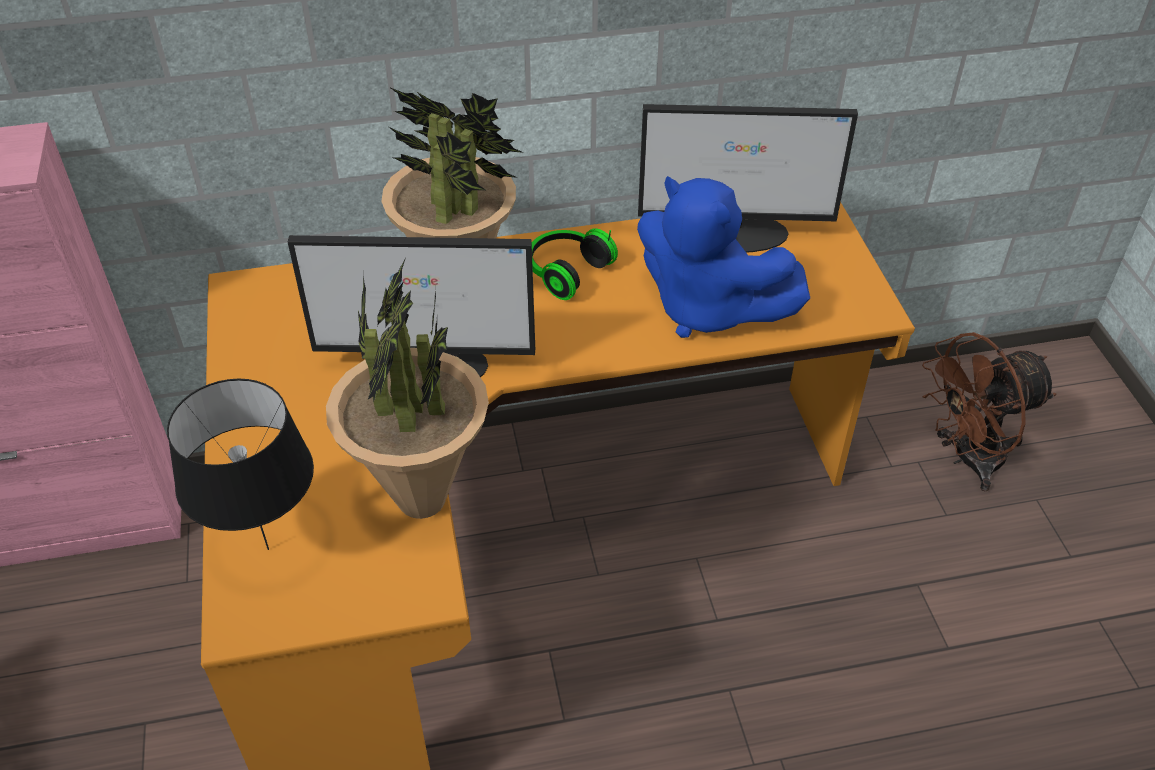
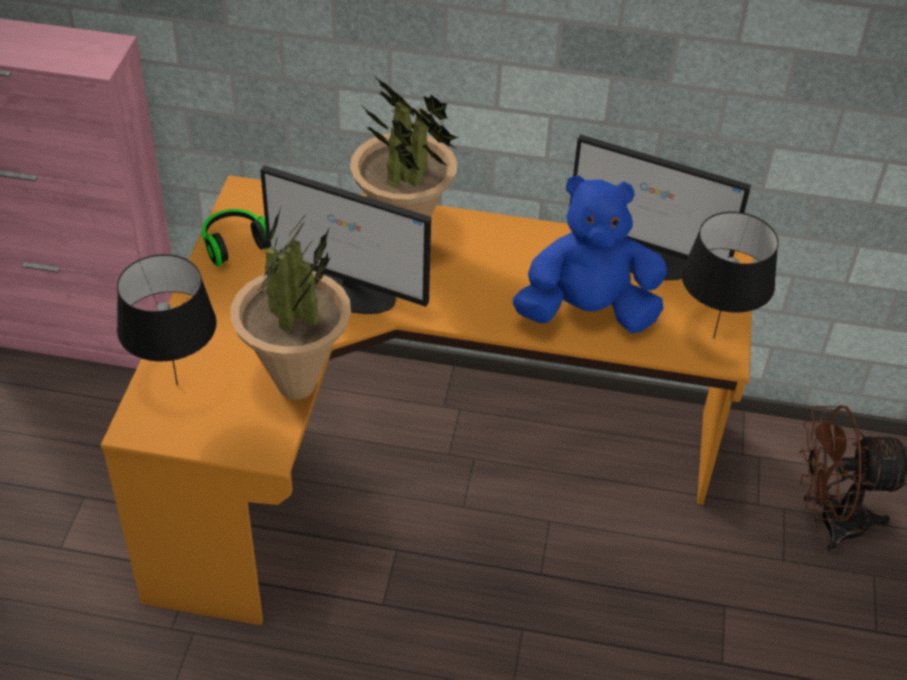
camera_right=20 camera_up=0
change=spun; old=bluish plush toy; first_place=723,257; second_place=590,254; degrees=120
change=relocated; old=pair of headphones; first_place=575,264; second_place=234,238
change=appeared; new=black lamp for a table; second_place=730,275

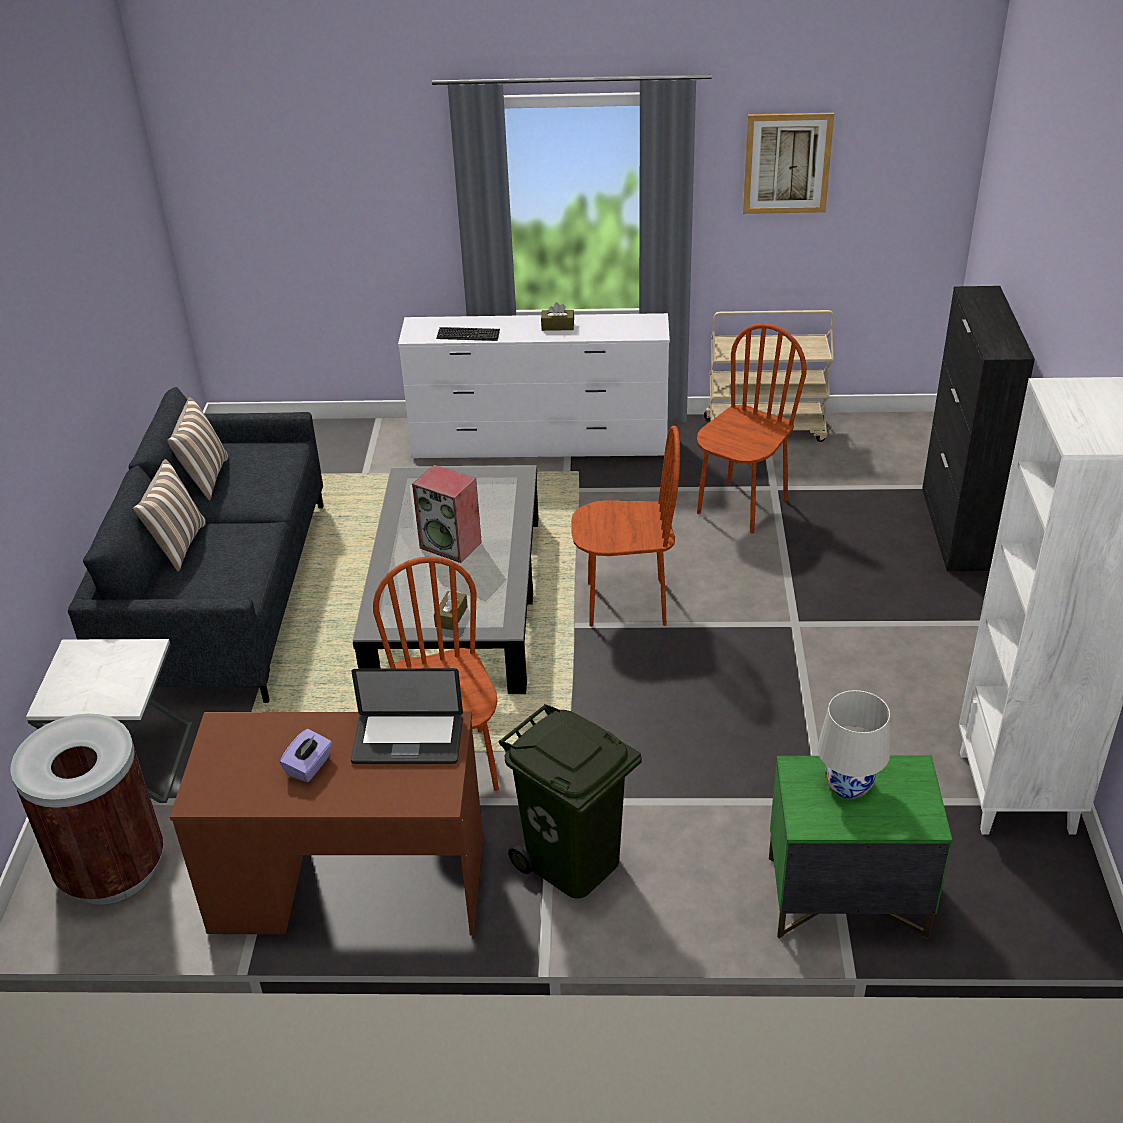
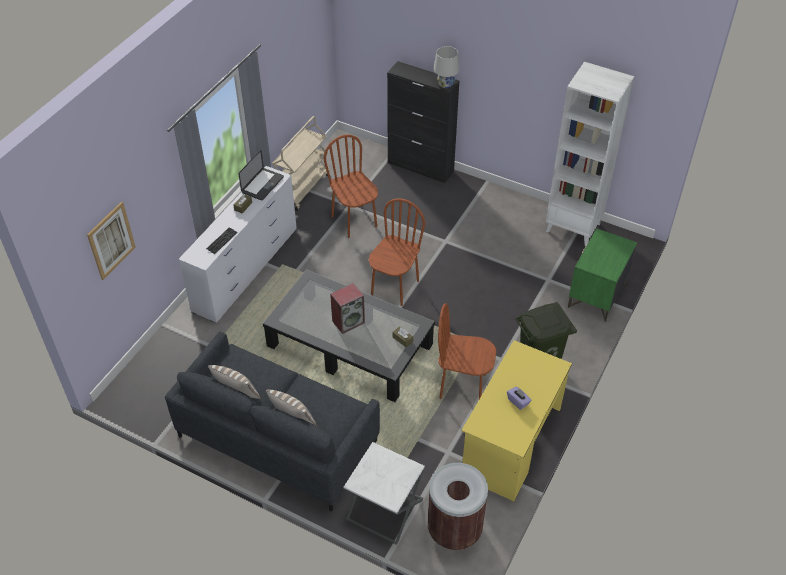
camera_right=-65 camera_up=10
change=relocated; old=picture; first_place=788,163; second_place=111,241
change=relocated; old=laptop; first_place=407,716; second_place=261,175
change=relocated; old=white-coloured lamp for a table; first_place=853,744; second_place=446,67
change=colour; old=brown desk; new=yellow-coloured desk; first_place=326,823; second_place=516,420

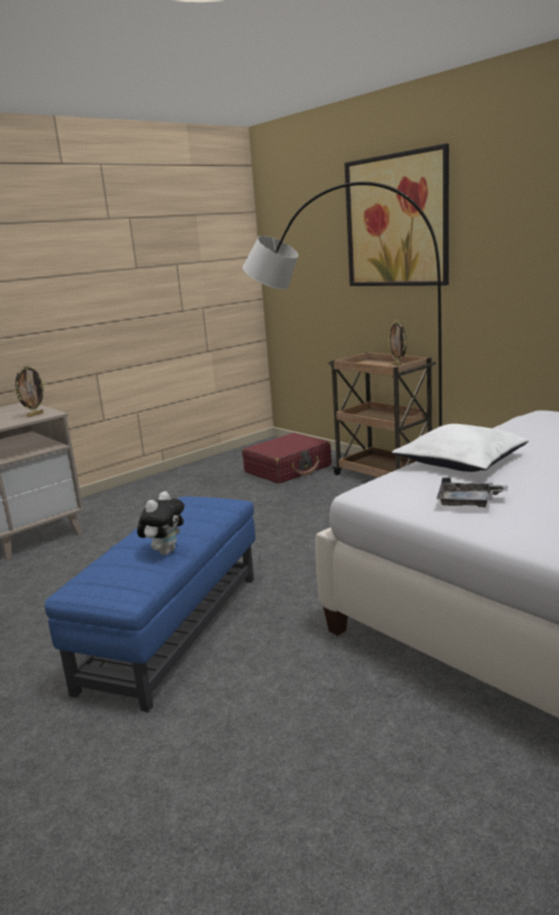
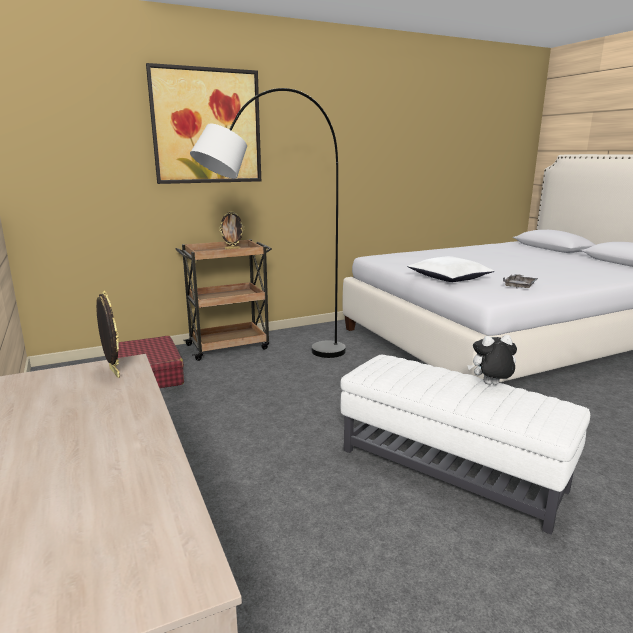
camera_right=-75 camera_up=0
change=spun; old=plush toy; first_place=160,523; second_place=492,360; degrees=-45
change=colour; old=bluish pouffe; new=white-coloured pouffe; first_place=150,604; second_place=465,444

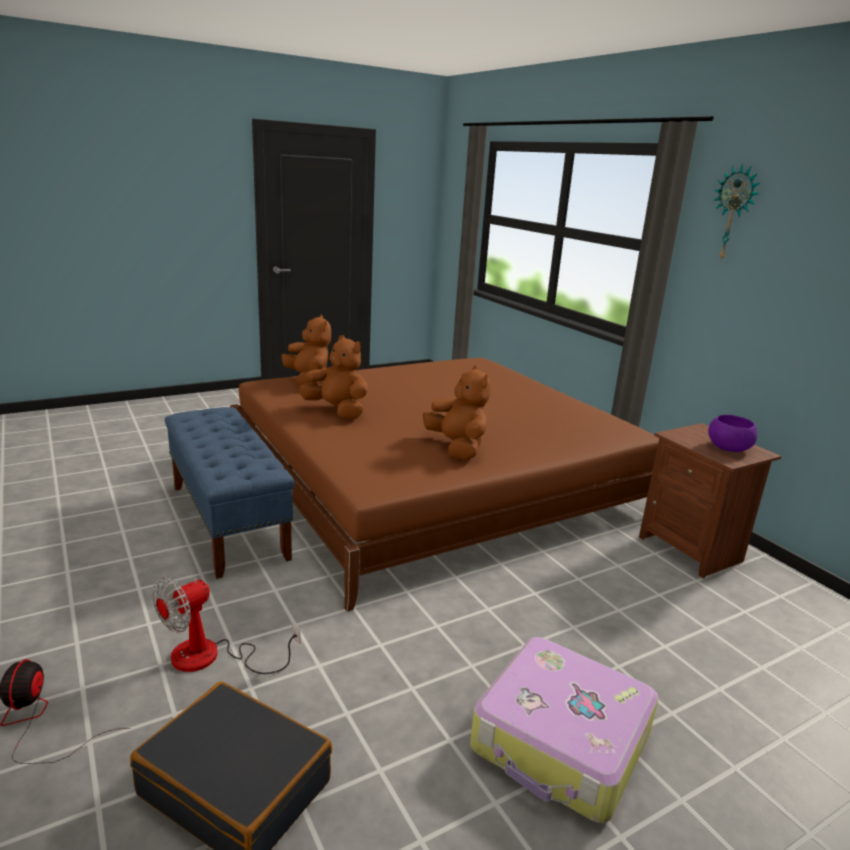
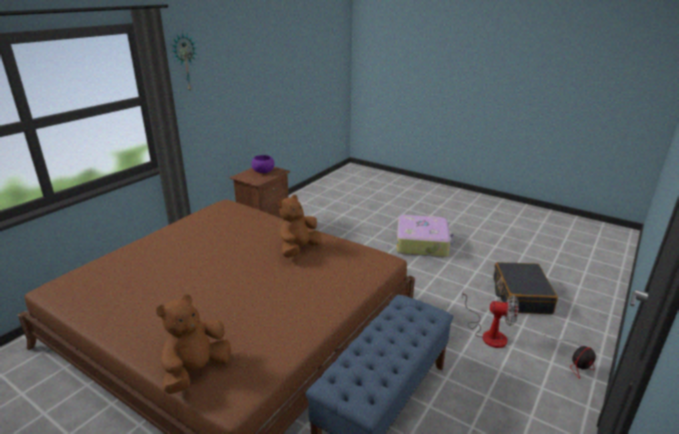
camera_right=-115 camera_up=5
change=missing; old=brown plush toy; first_place=333,377

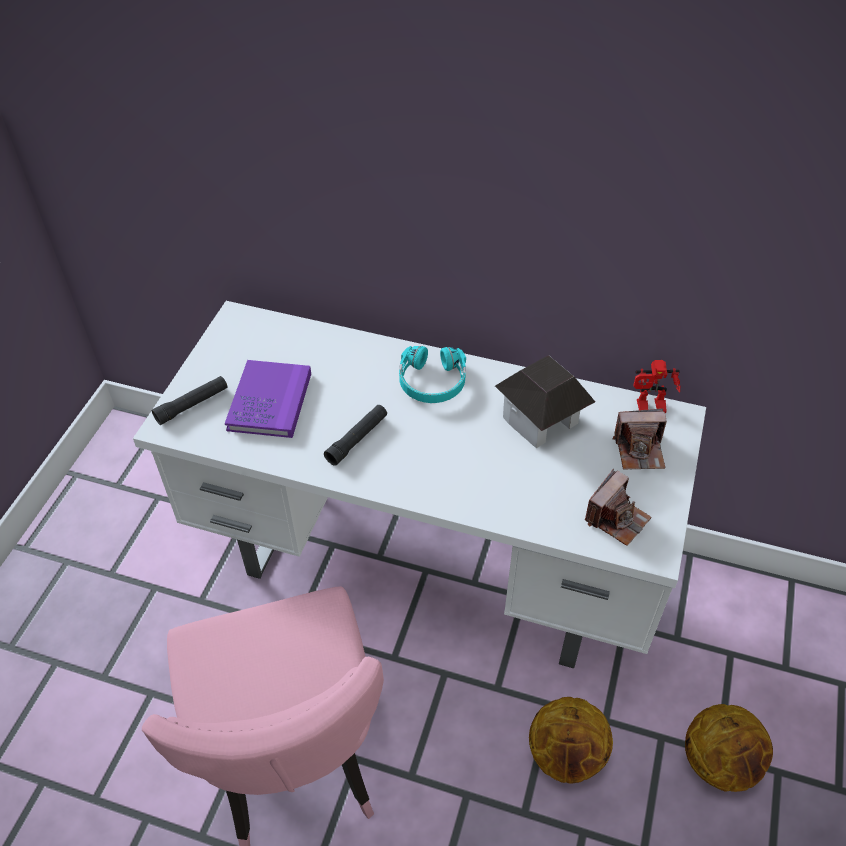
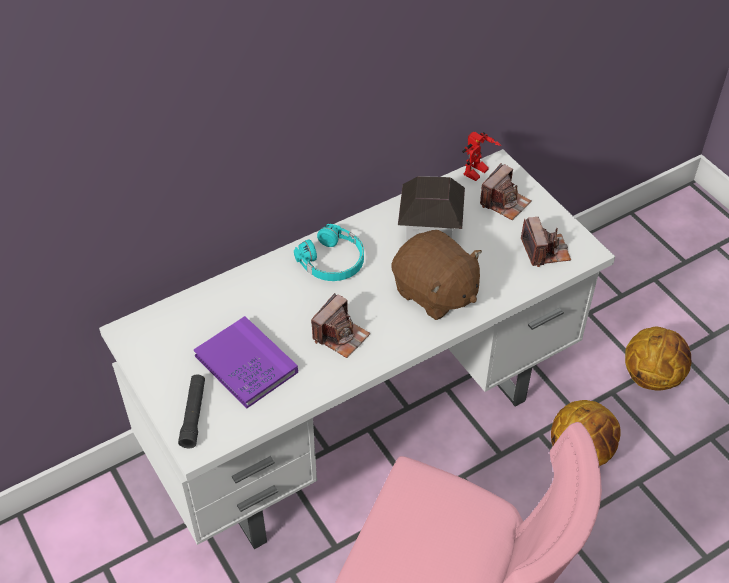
camera_right=-50 camera_up=0
change=exchanged; old=black torch; new=photo camera; first_place=355,435; second_place=340,325
change=appeared; new=brown plush toy; second_place=436,275

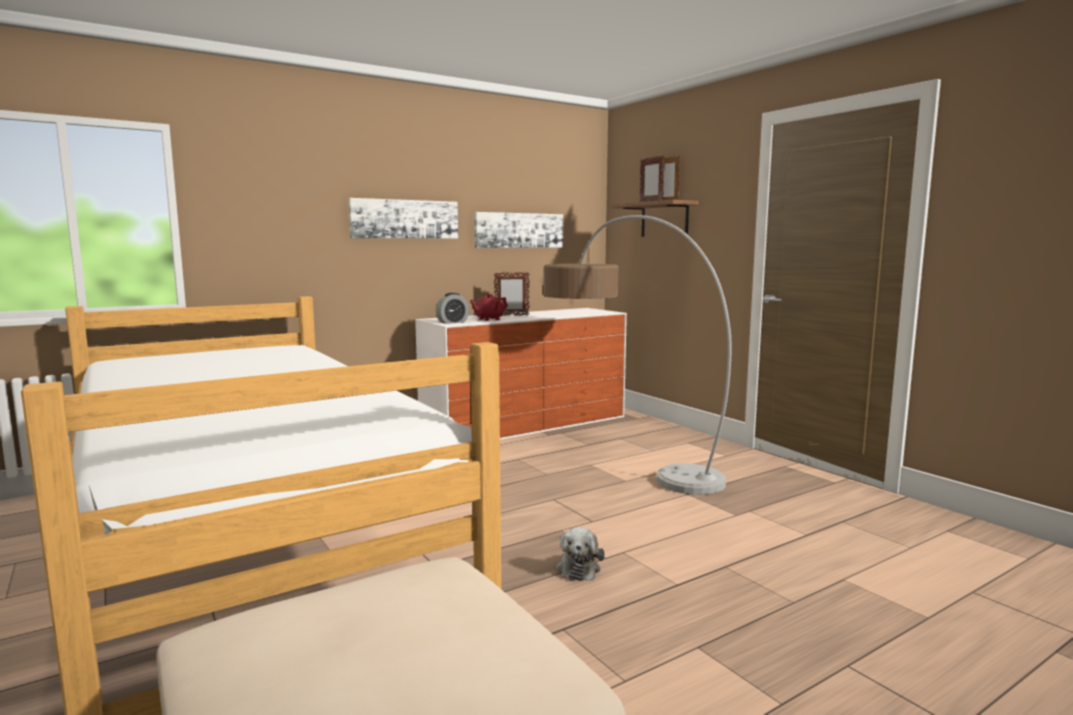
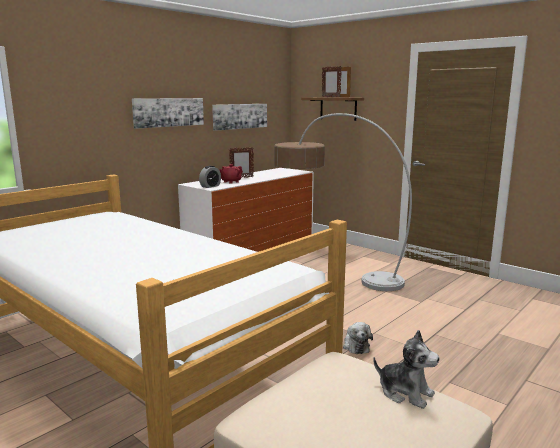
camera_right=-15 camera_up=5
change=appeared; new=plush toy; second_place=406,369

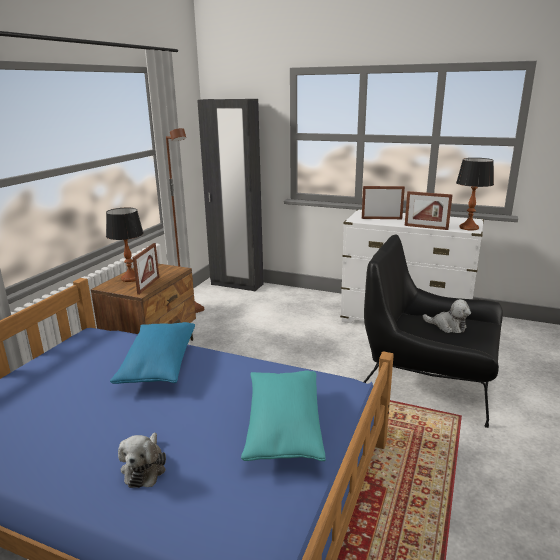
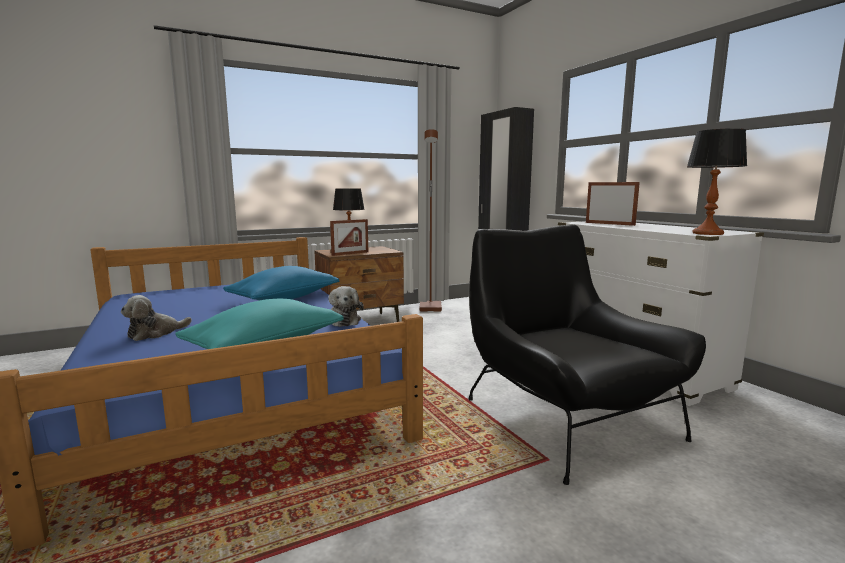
camera_right=40 camera_up=-10
change=missing; old=picture frame; first_place=429,210
change=relocated; old=plush toy; first_place=447,316; second_place=346,306

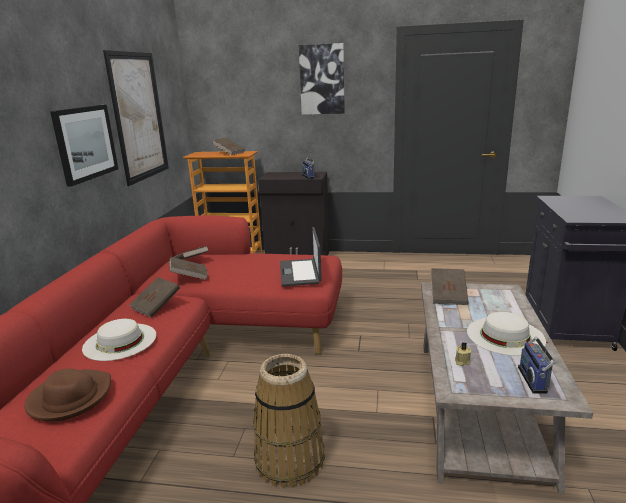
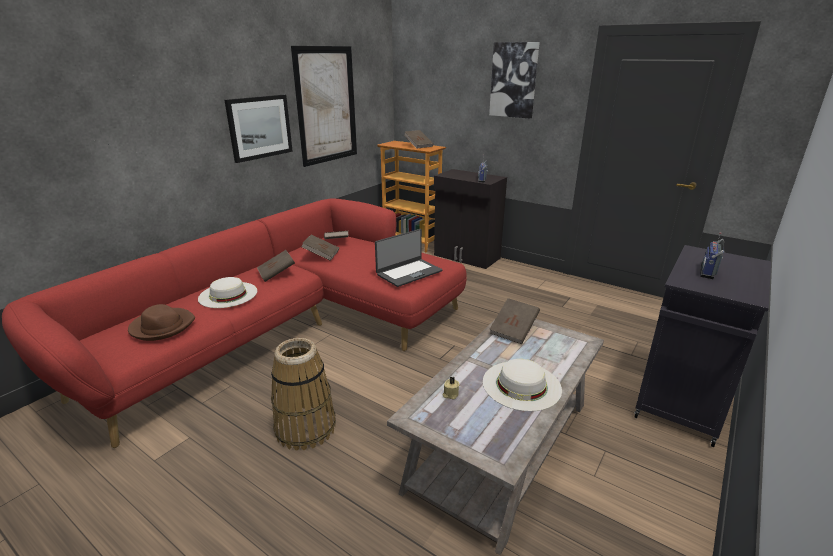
camera_right=25 camera_up=5
change=spun; old=laptop; first_place=301,256; second_place=408,258; degrees=-150
change=relocated; old=radio receiver; first_place=536,365; second_place=712,255

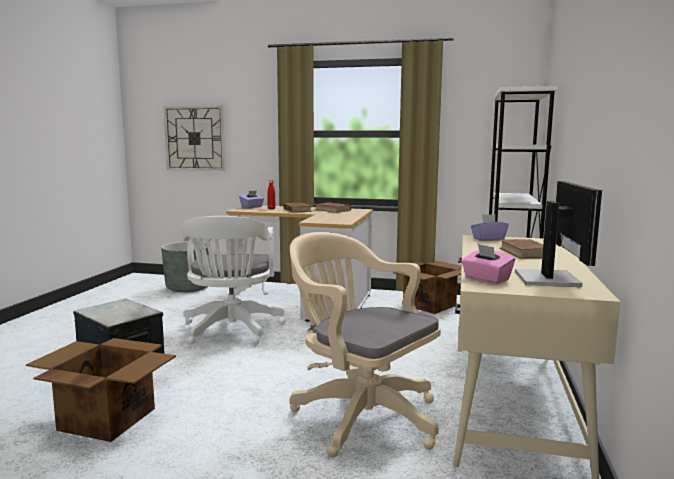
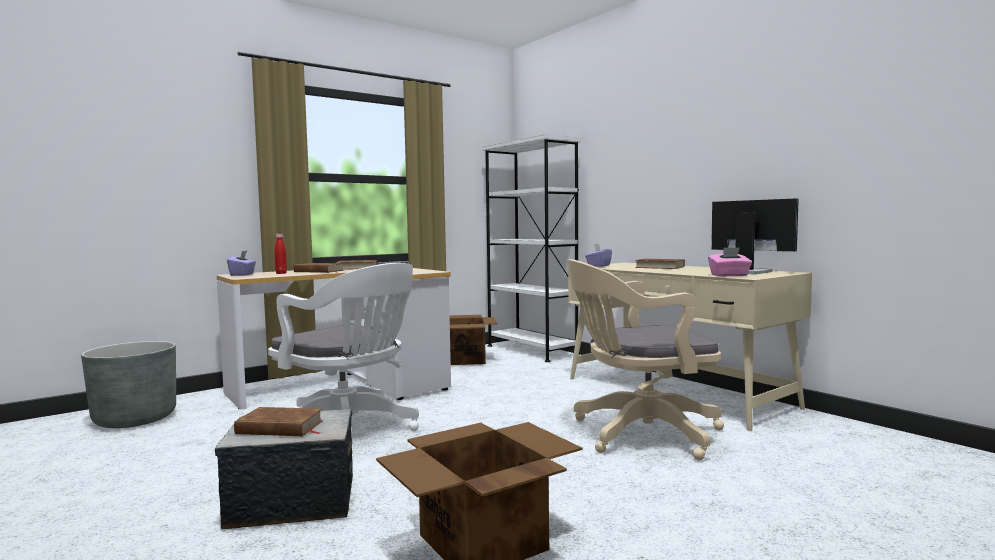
camera_right=-50 camera_up=-5
change=missing; old=wall clock; first_place=194,138
change=appeared; new=brown volume; second_place=278,421

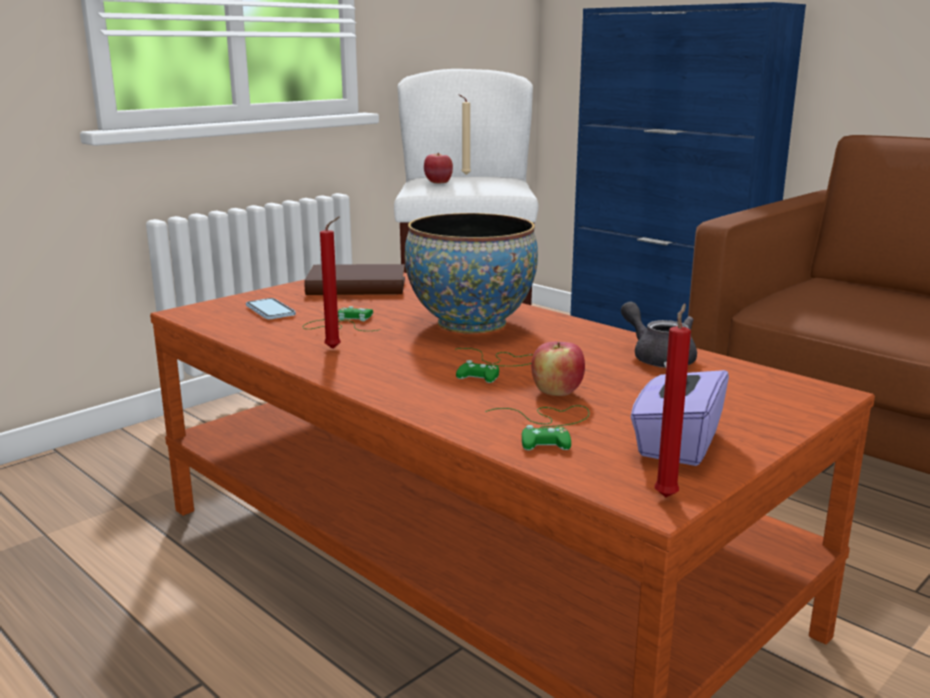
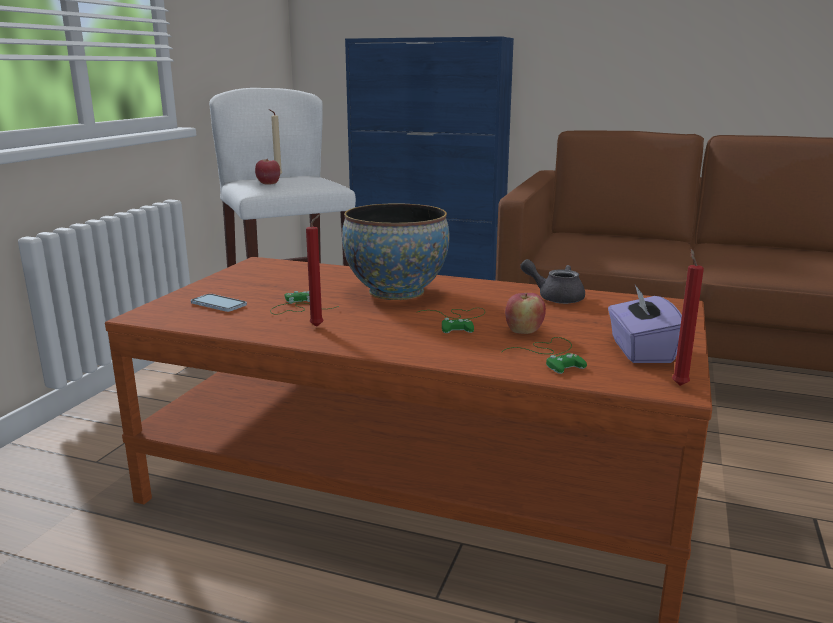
camera_right=-25 camera_up=0
change=missing; old=brown volume; first_place=354,279

